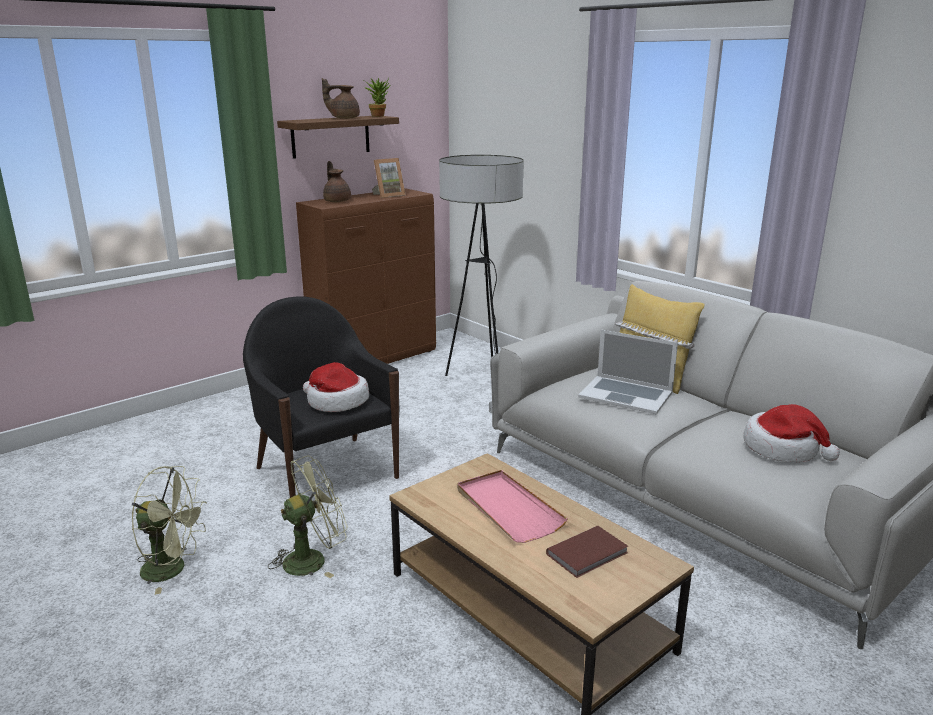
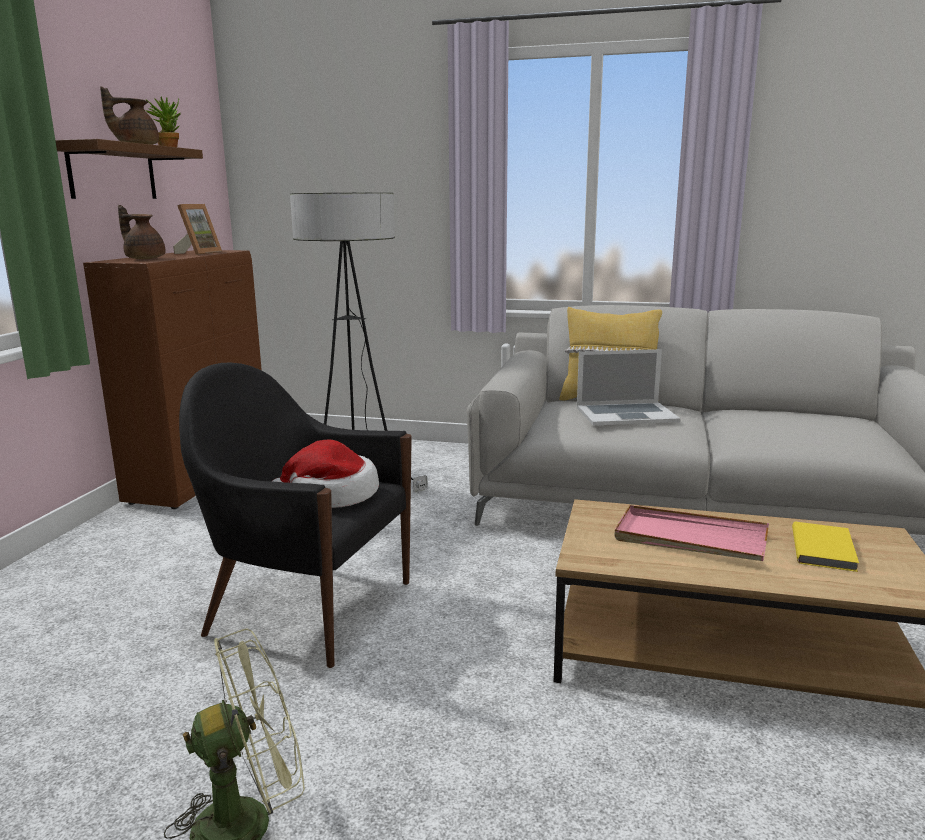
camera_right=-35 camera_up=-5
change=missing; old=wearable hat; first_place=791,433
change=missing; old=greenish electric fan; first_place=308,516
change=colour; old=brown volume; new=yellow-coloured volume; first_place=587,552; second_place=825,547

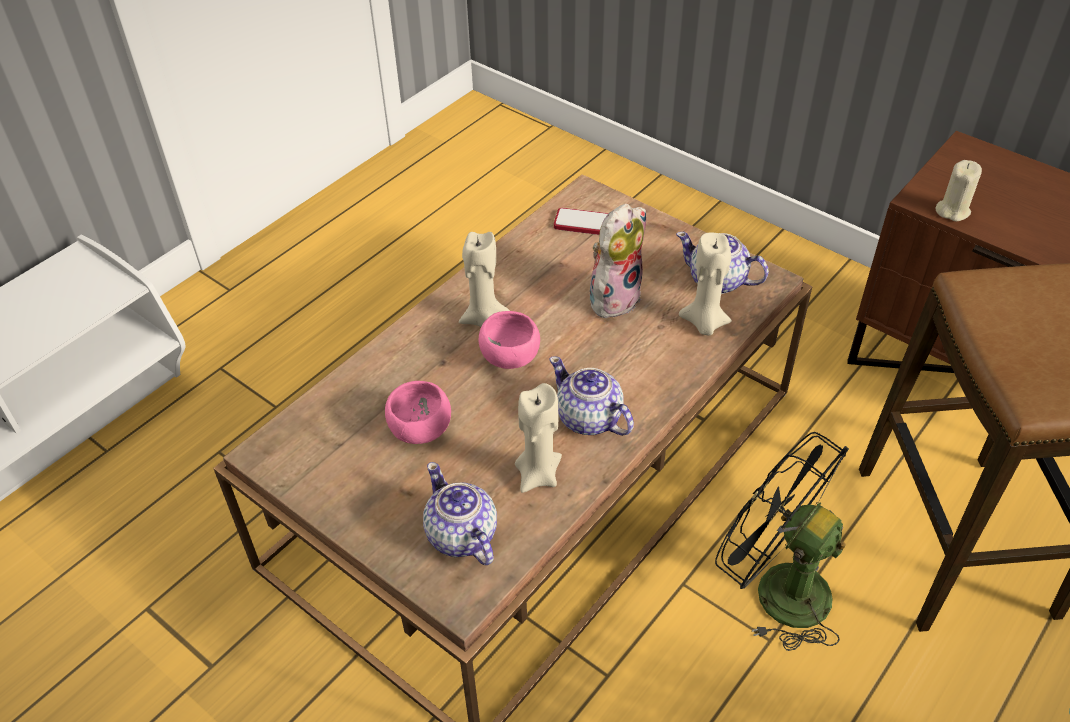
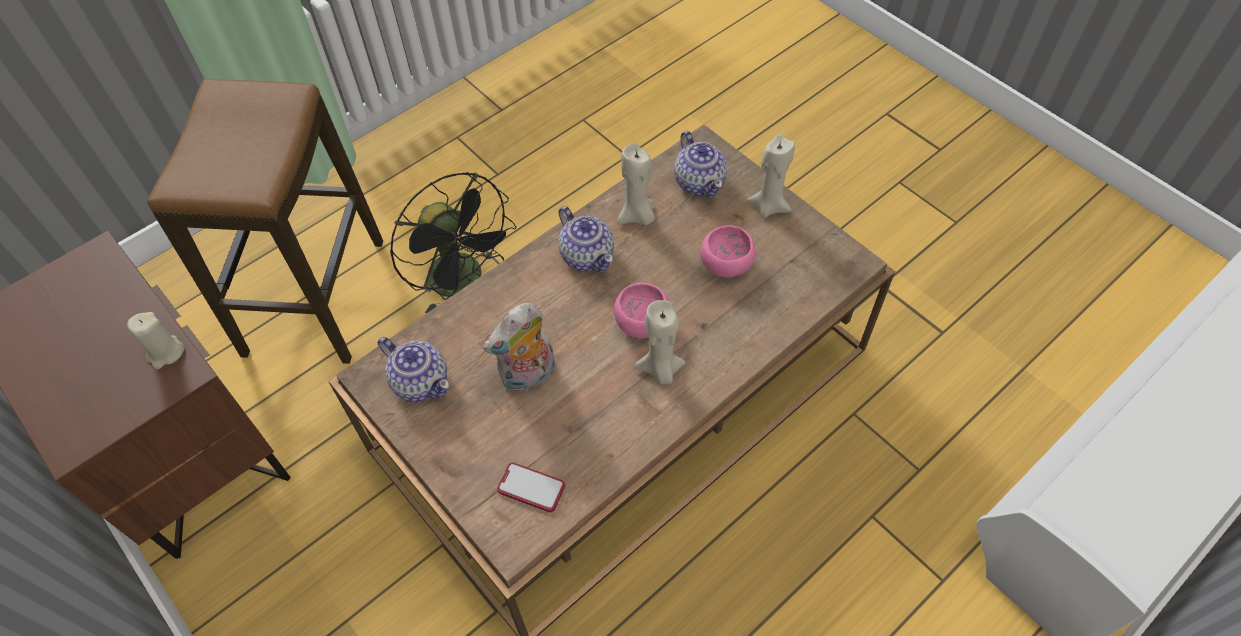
camera_right=-170 camera_up=10
change=relocated; old=beige candle; first_place=705,284; second_place=771,176

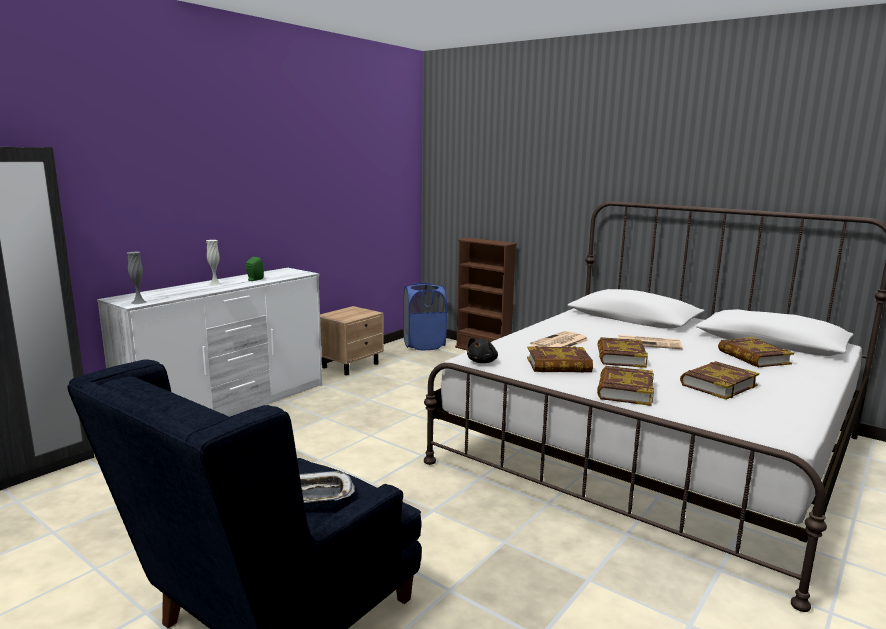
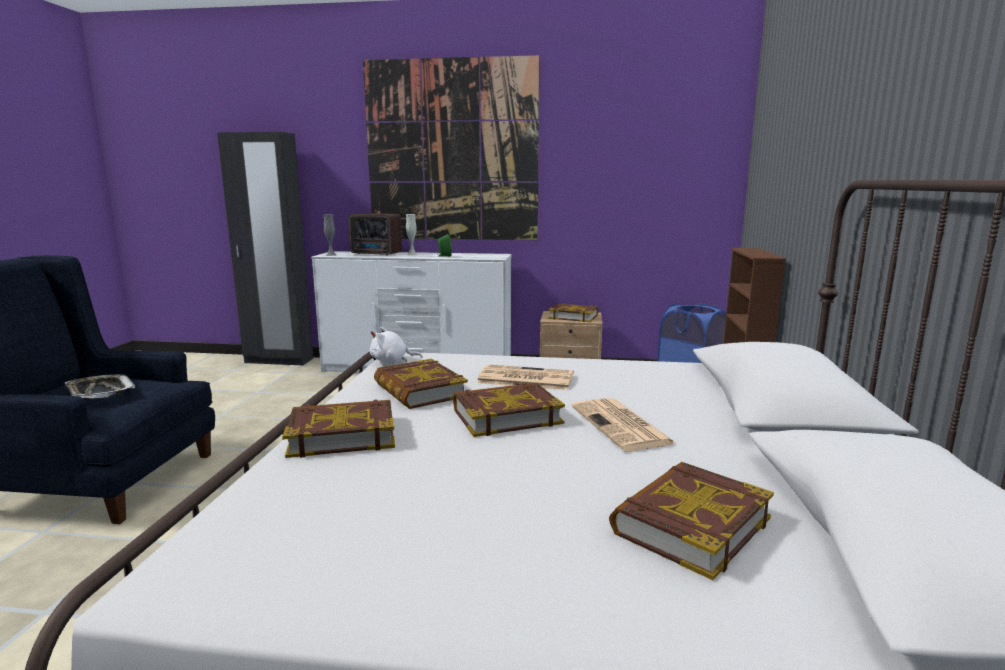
camera_right=60 camera_up=0
change=colour; old=black plush toy; new=white-coloured plush toy; first_place=482,350; second_place=396,345
change=relocated; old=volume; first_place=719,380; second_place=573,312
change=appeared; new=picture; second_place=451,147
change=appeared; new=radio receiver; second_place=375,234

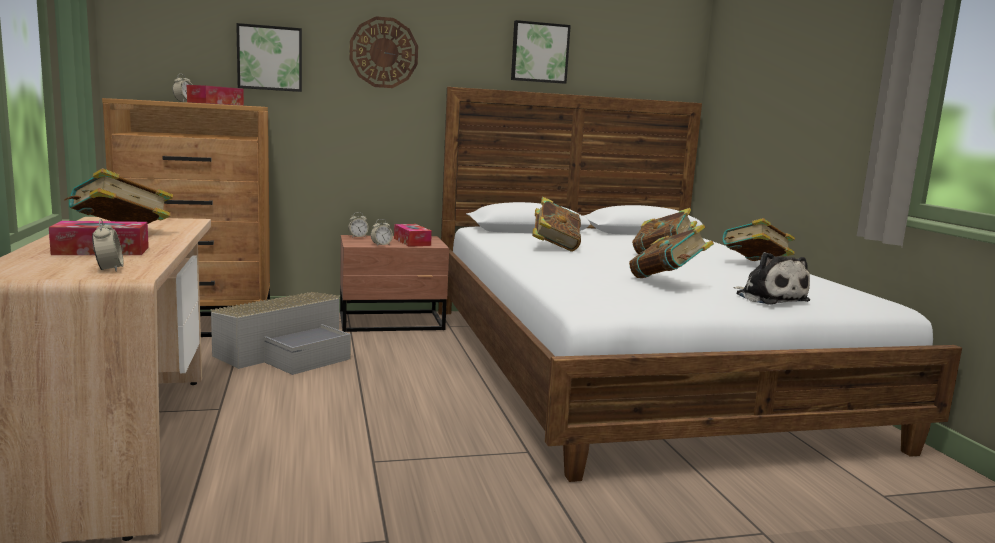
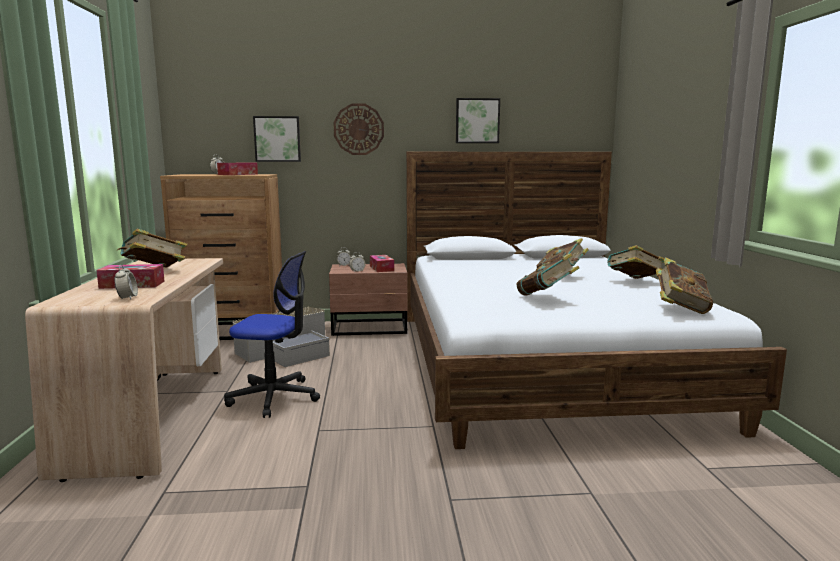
camera_right=10 camera_up=0
change=relocated; old=volume; first_place=556,224; second_place=684,285
change=missing; old=plush toy; first_place=772,278
change=appeared; new=computer chair; second_place=272,334

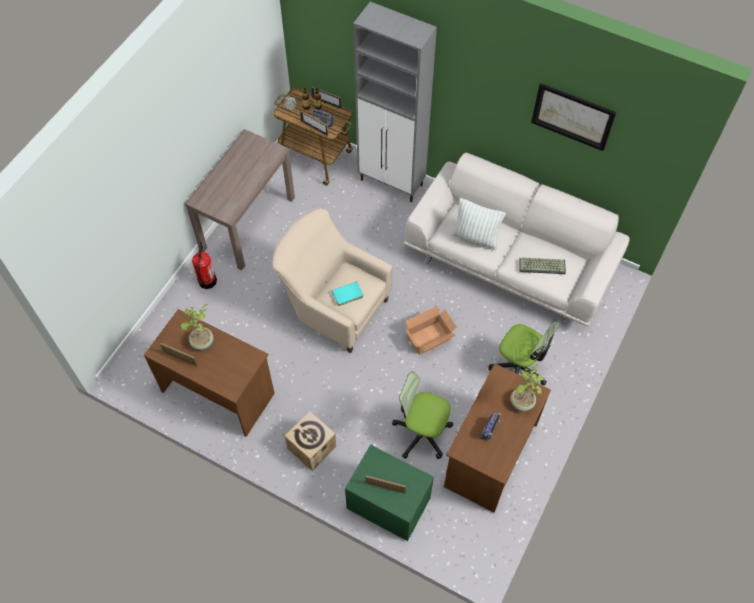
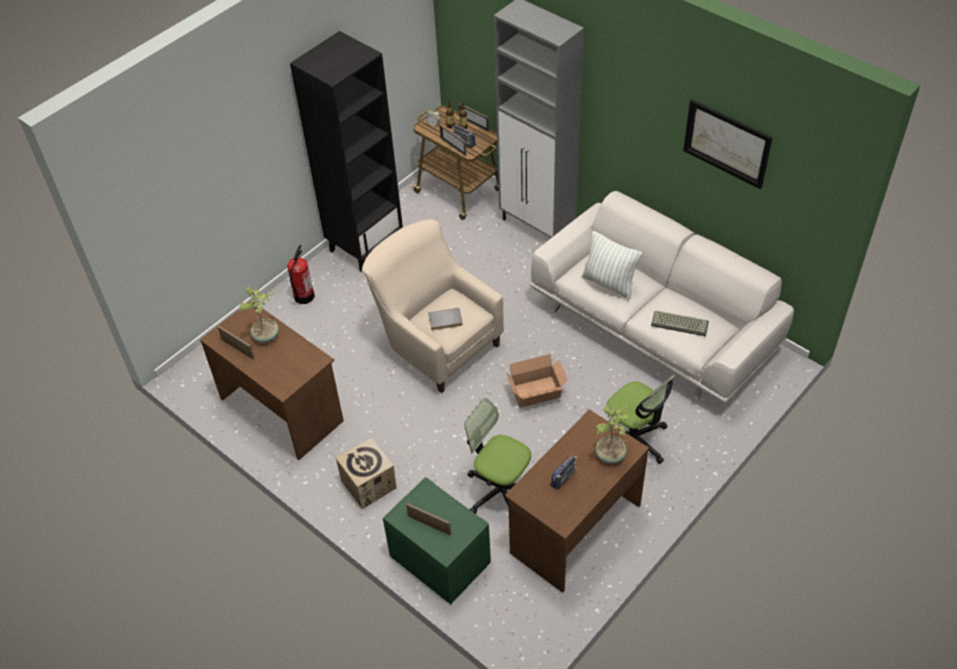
camera_right=15 camera_up=-10
change=exchanged; old=brown hall table; new=black bookshelf; first_place=240,199; second_place=346,151
change=colour; old=blue-green volume; new=greyish volume; first_place=347,293; second_place=445,319

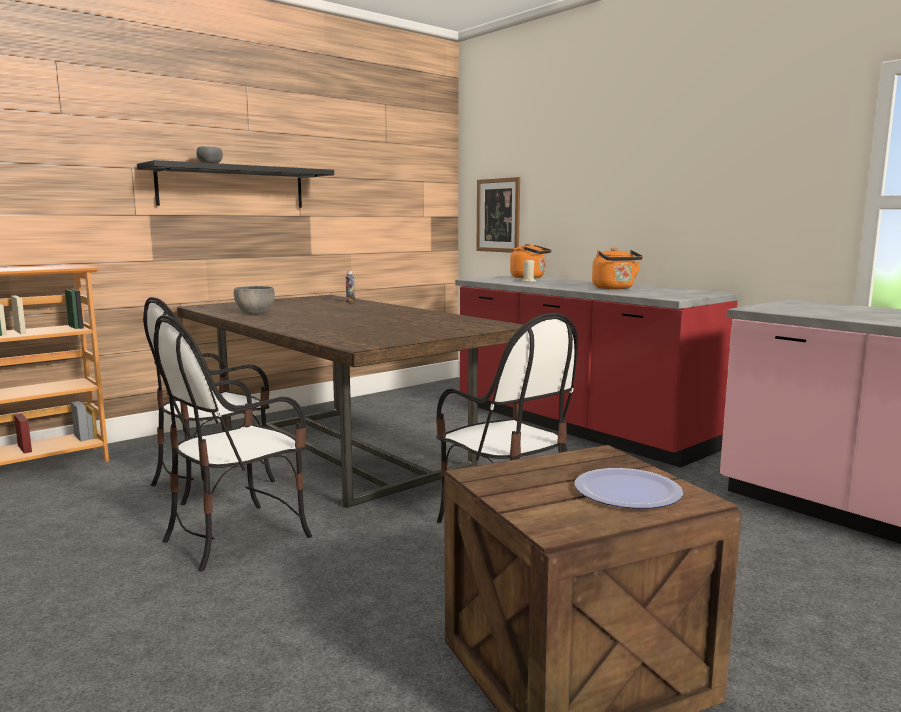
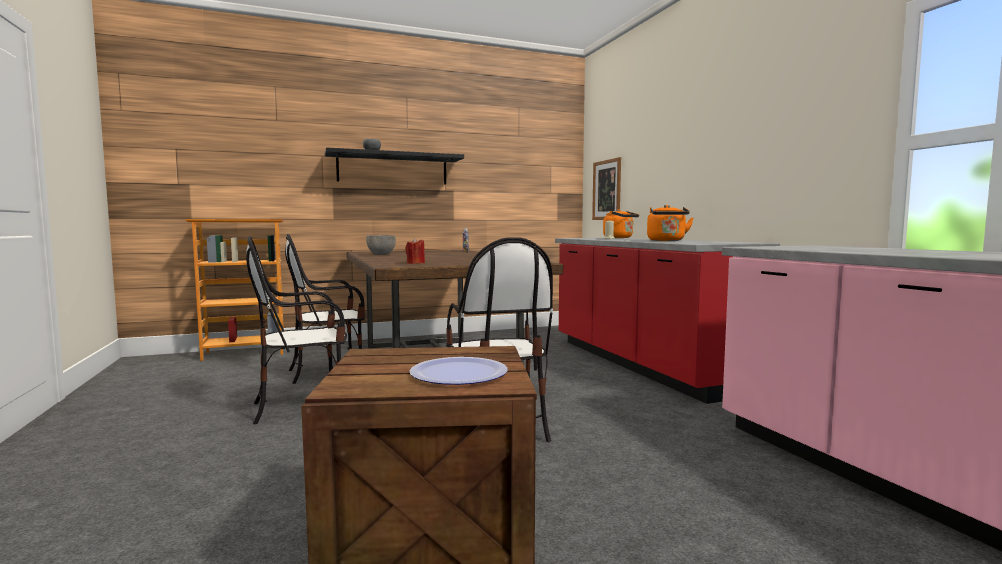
camera_right=20 camera_up=-5
change=appeared; new=red-coloured candle; second_place=415,251

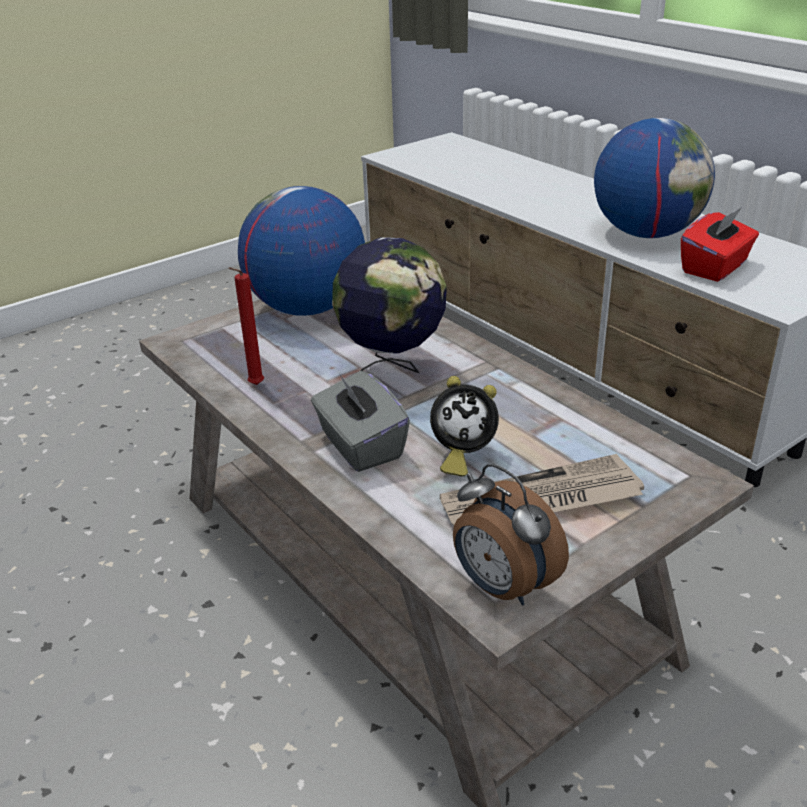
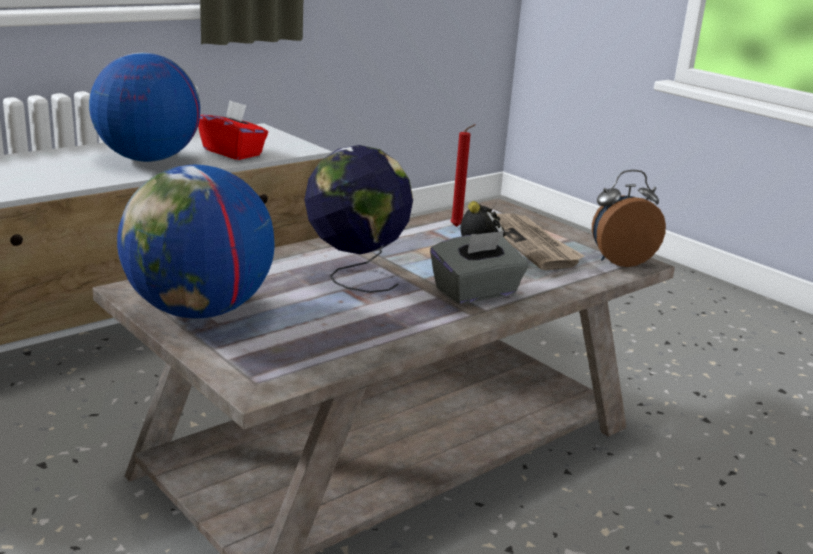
camera_right=-95 camera_up=-10
change=relocated; old=red-coloured candle; first_place=246,326; second_place=463,175
change=spun; old=alarm clock; first_place=511,534; second_place=629,218; degrees=-150

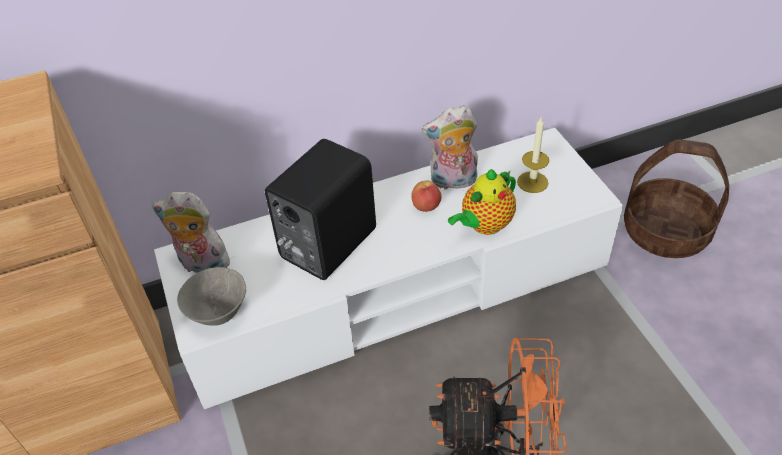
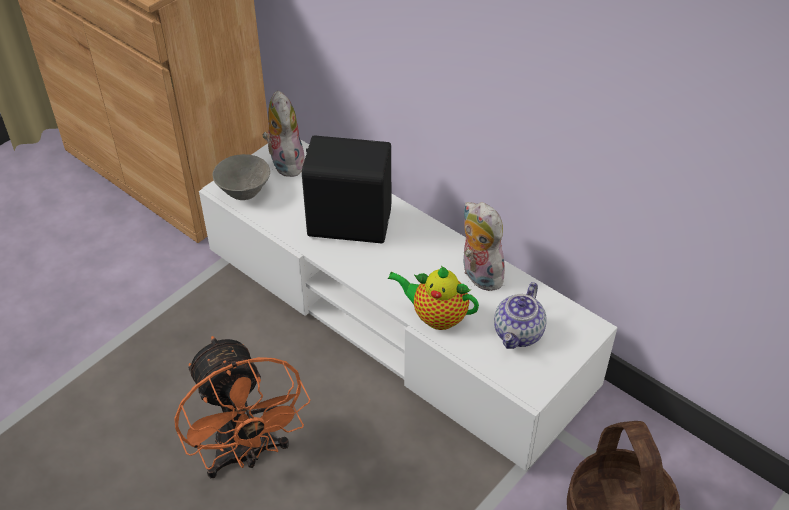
camera_right=60 camera_up=0
change=exchanged; old=candle; new=teapot; first_place=533,155; second_place=520,315
change=missing; old=whole apple; first_place=427,196

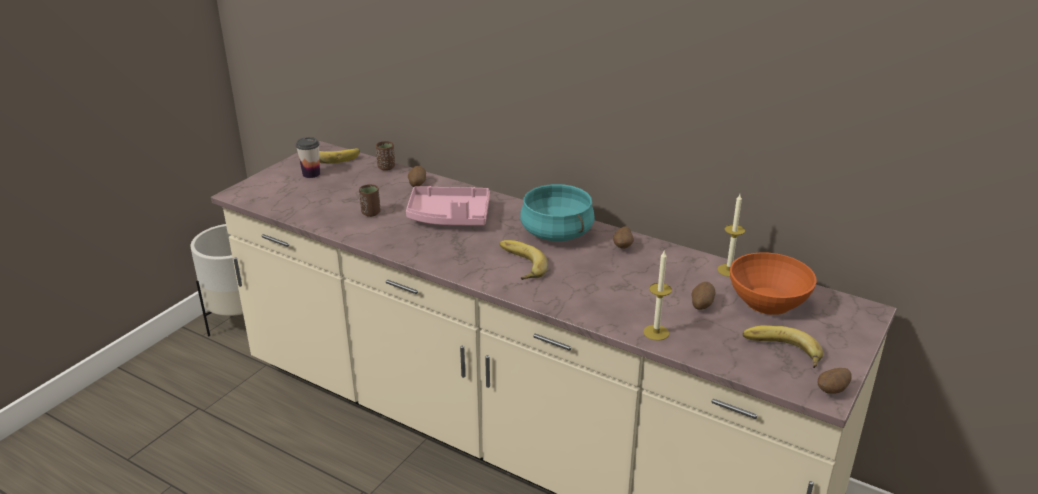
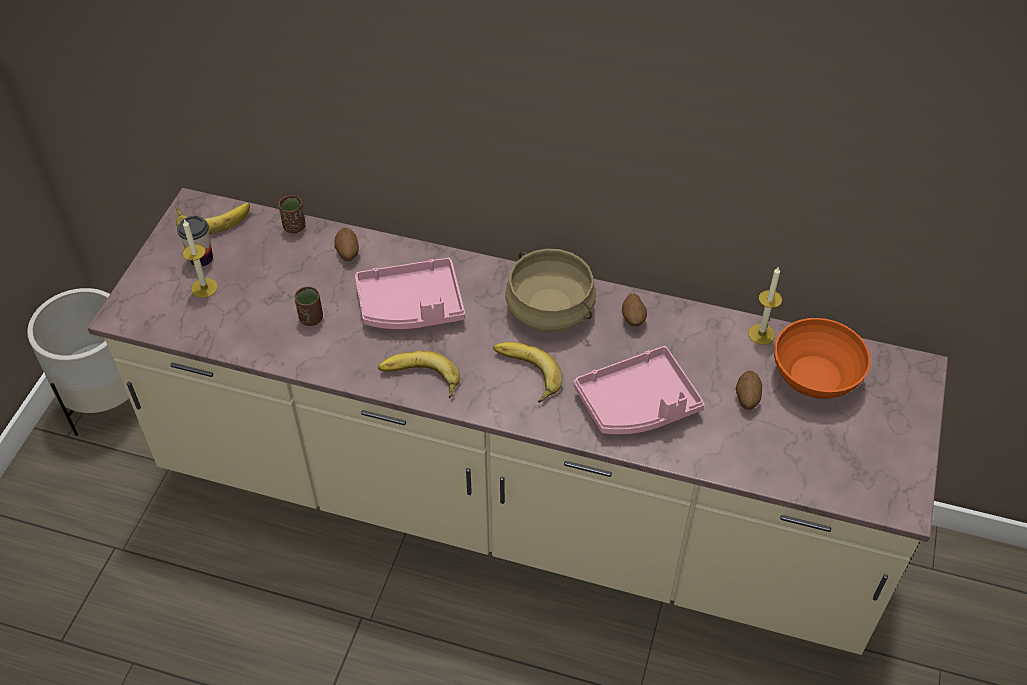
camera_right=-15 camera_up=20
change=colour; old=blue-green stockpot; new=beige stockpot; first_place=557,212; second_place=550,290
change=relocated; old=candle; first_place=657,296; second_place=200,258
change=relocated; old=whole banana; first_place=782,346; second_place=419,374
change=missing; old=potato; first_place=834,381
change=appeared; new=pink serving tray; second_place=639,390

